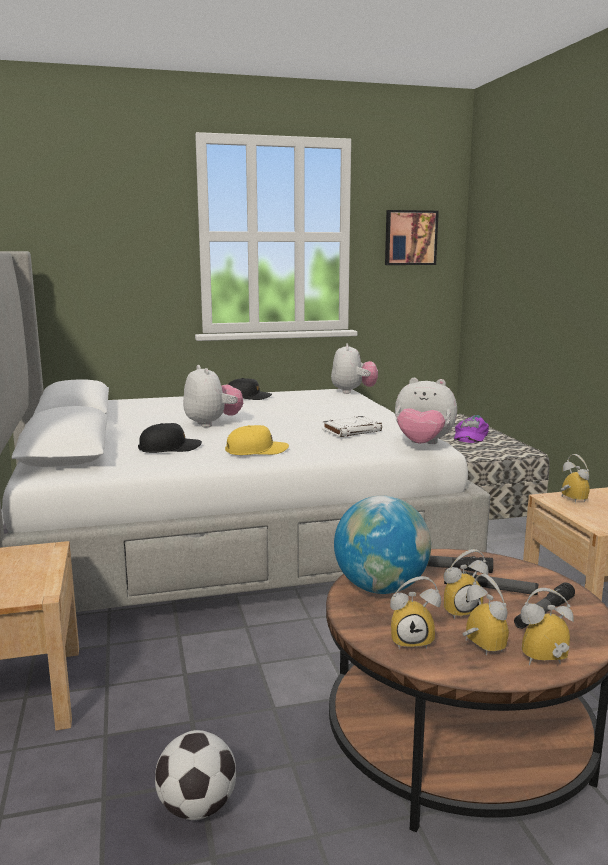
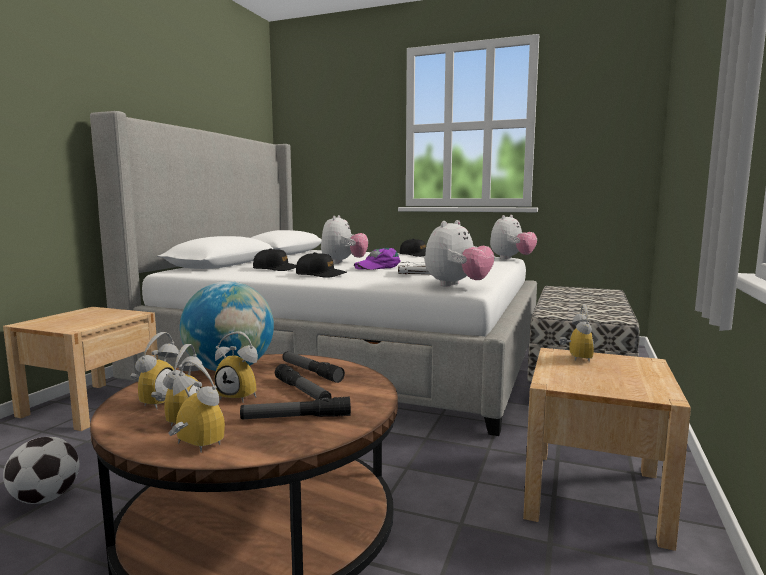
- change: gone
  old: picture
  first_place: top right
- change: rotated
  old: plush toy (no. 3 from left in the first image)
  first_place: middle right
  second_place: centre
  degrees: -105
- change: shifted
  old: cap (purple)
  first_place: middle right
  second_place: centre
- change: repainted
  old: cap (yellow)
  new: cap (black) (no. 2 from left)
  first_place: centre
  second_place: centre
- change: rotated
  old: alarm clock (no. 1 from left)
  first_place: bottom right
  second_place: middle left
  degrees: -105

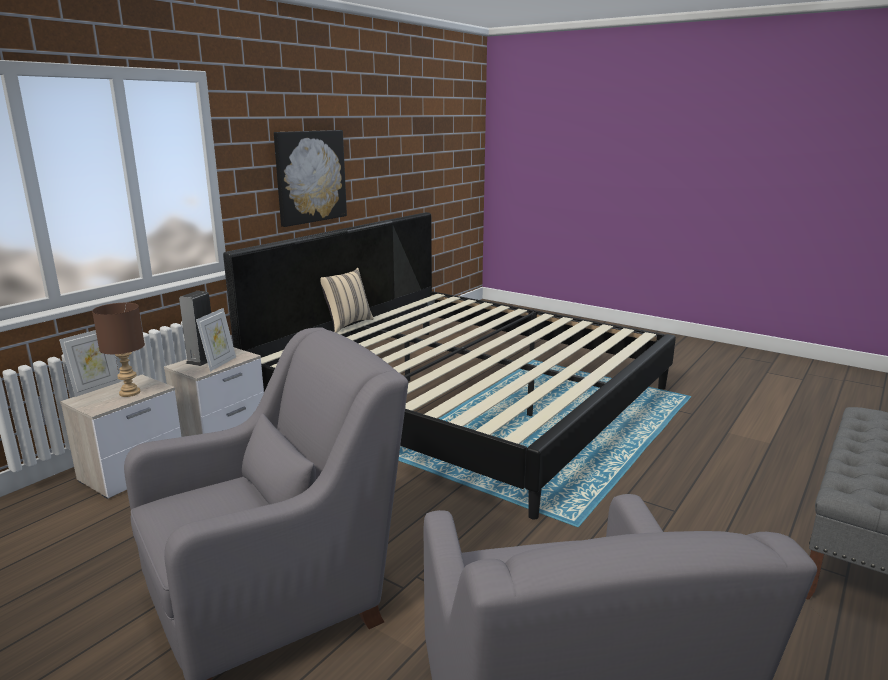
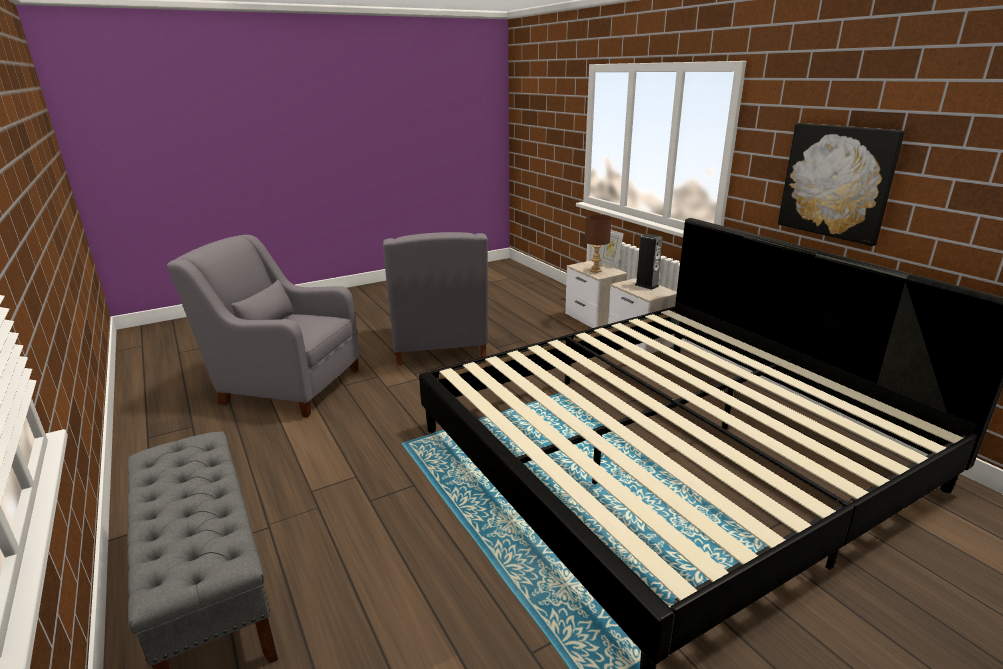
- change: gone
  old: pillow (beige)
  first_place: centre
- change: gone
  old: picture frame (no. 2 from left)
  first_place: middle left

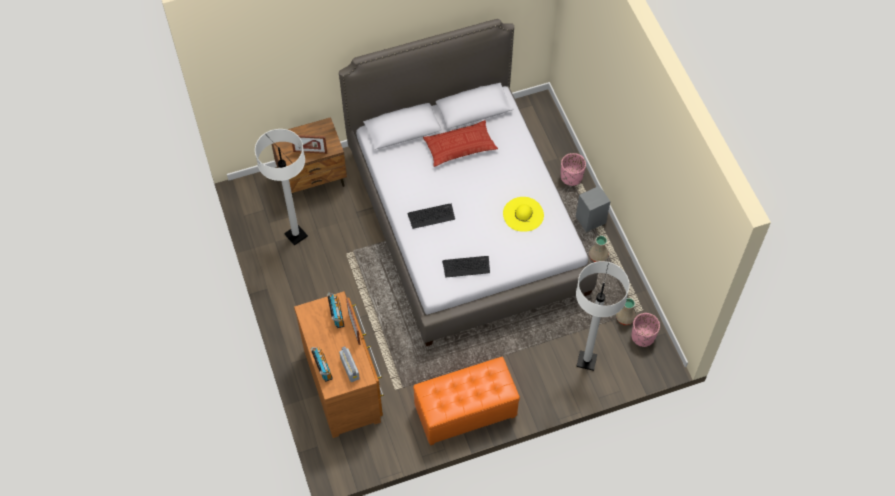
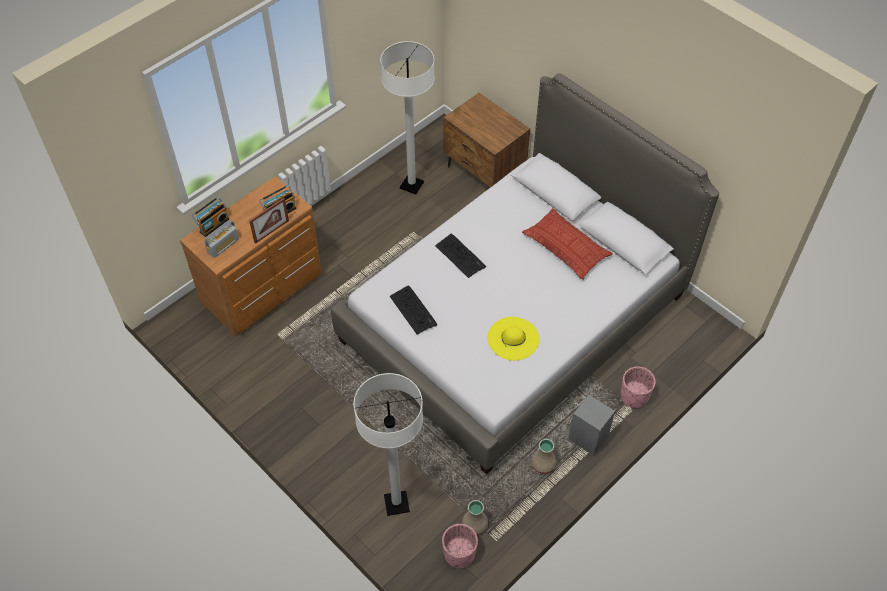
- change: gone
  old: picture frame (no. 1 from left)
  first_place: top centre
- change: gone
  old: ottoman (orange)
  first_place: bottom centre

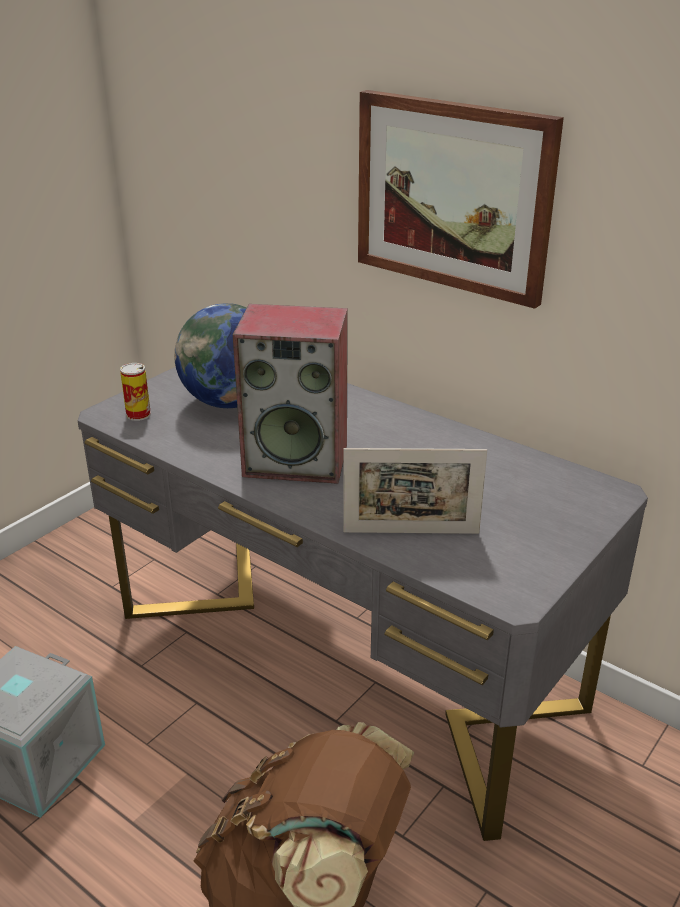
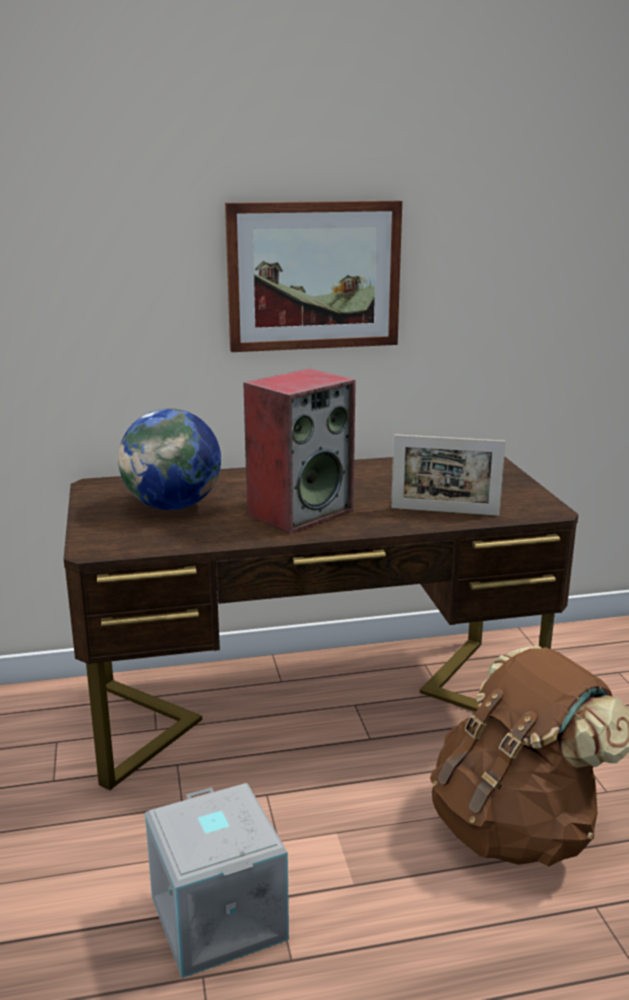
- change: gone
  old: can
  first_place: middle left
- change: repainted
  old: desk (grey)
  new: desk (brown)
  first_place: centre
  second_place: centre
- change: rotated
  old: picture frame
  first_place: centre
  second_place: middle right
  degrees: 60

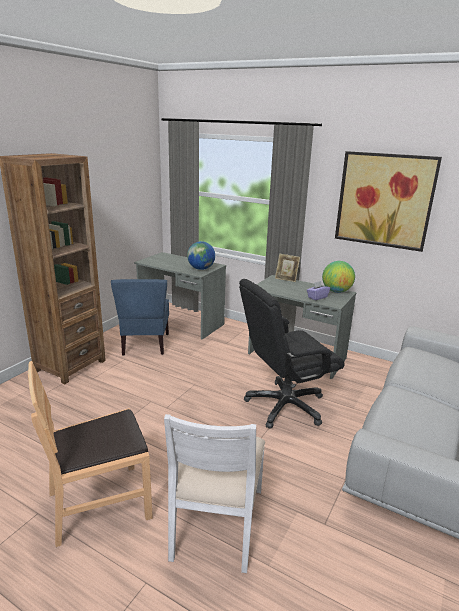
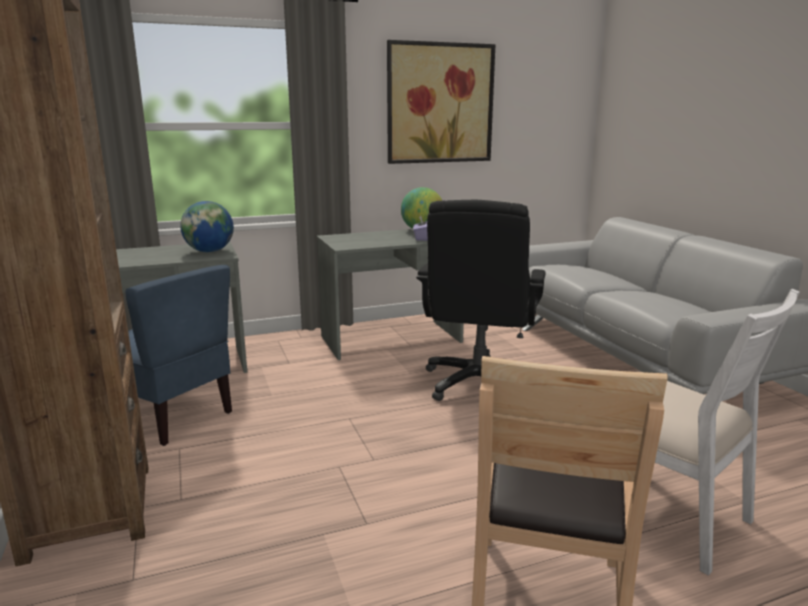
- change: gone
  old: picture frame
  first_place: centre

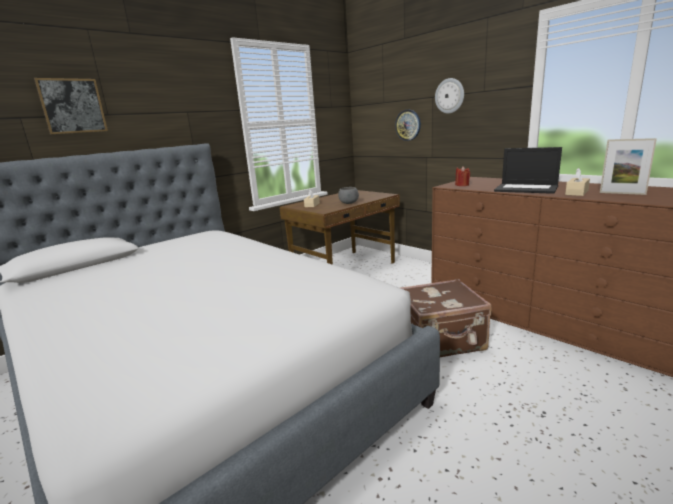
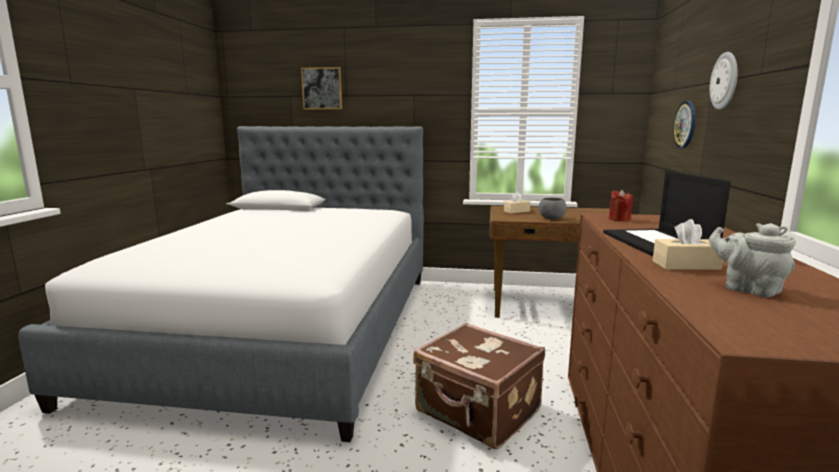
- change: swapped
  old: picture frame
  new: teapot (grey)
  first_place: top right
  second_place: middle right

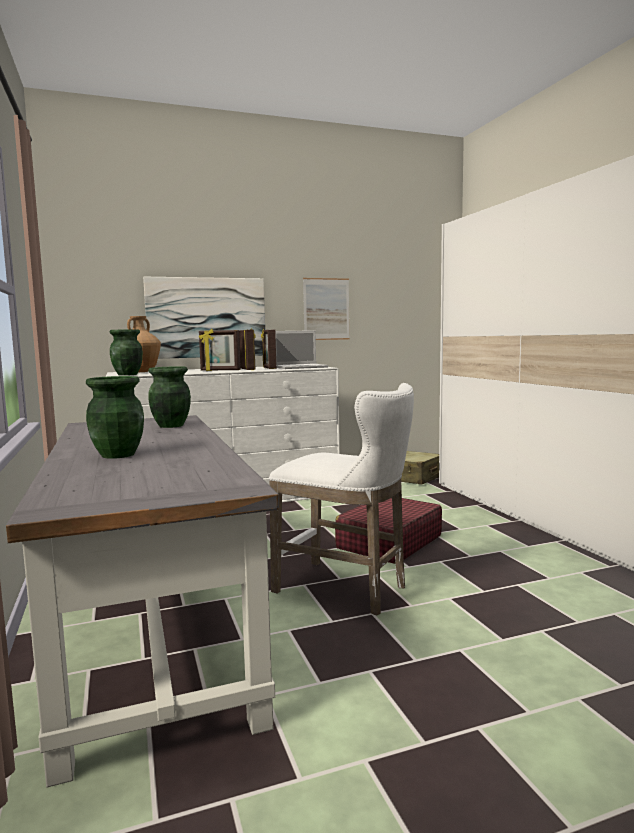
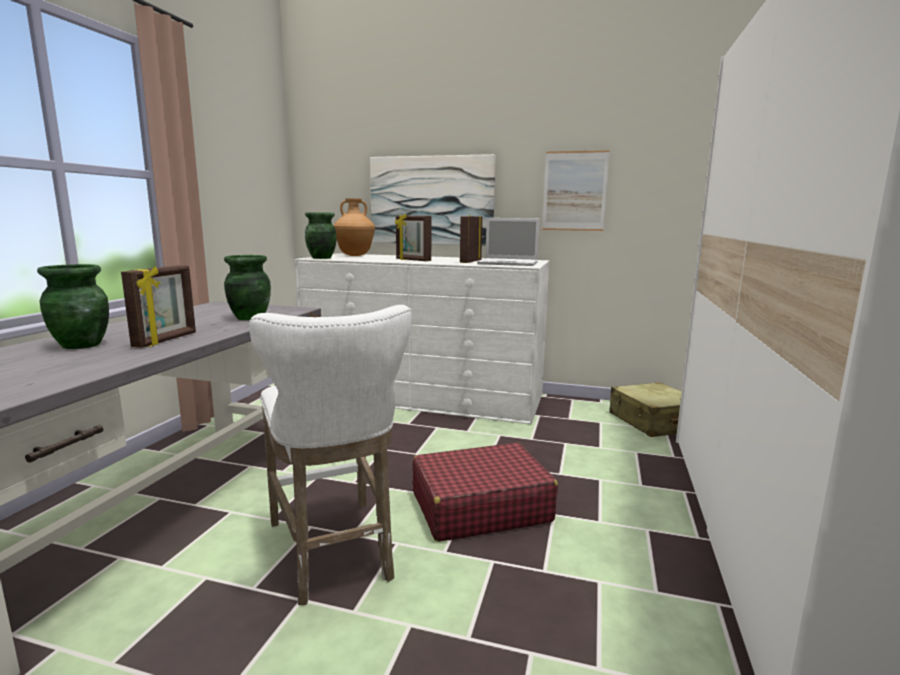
- change: shifted
  old: picture frame (no. 2 from left in the first image)
  new: picture frame (no. 1 from left)
  first_place: centre
  second_place: middle left

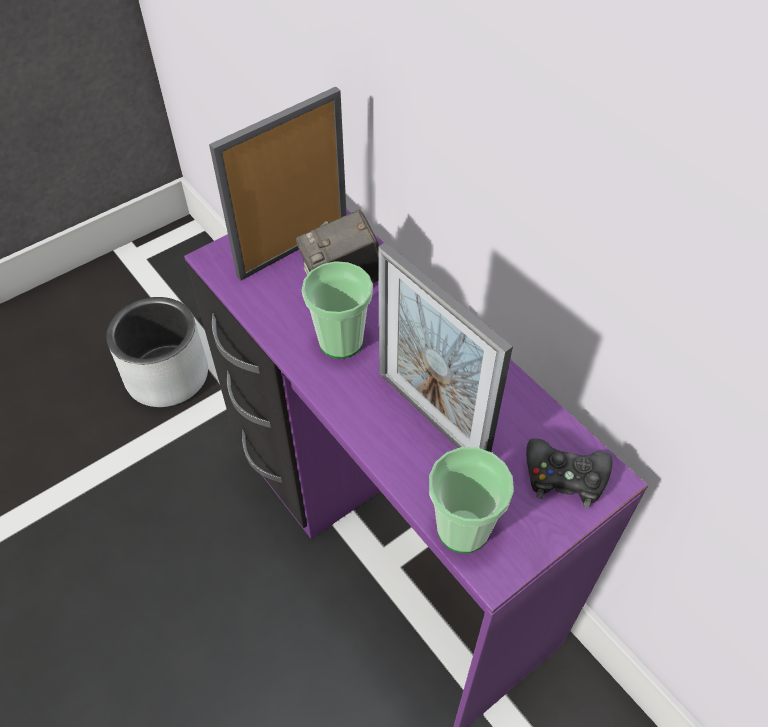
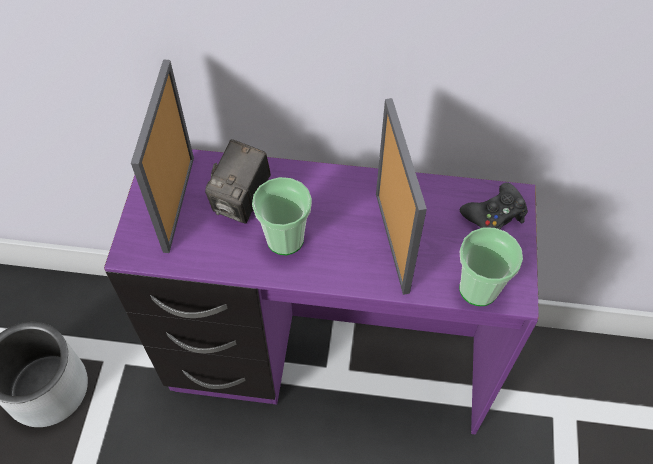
- change: rotated
  old: picture frame (no. 2 from left)
  first_place: centre
  second_place: centre
  degrees: -105

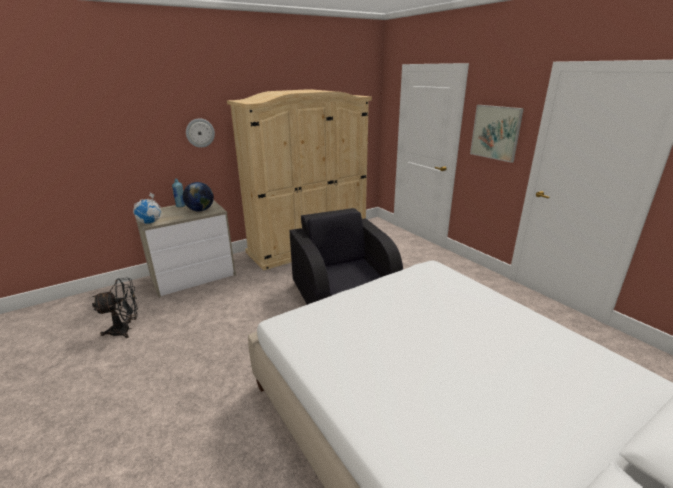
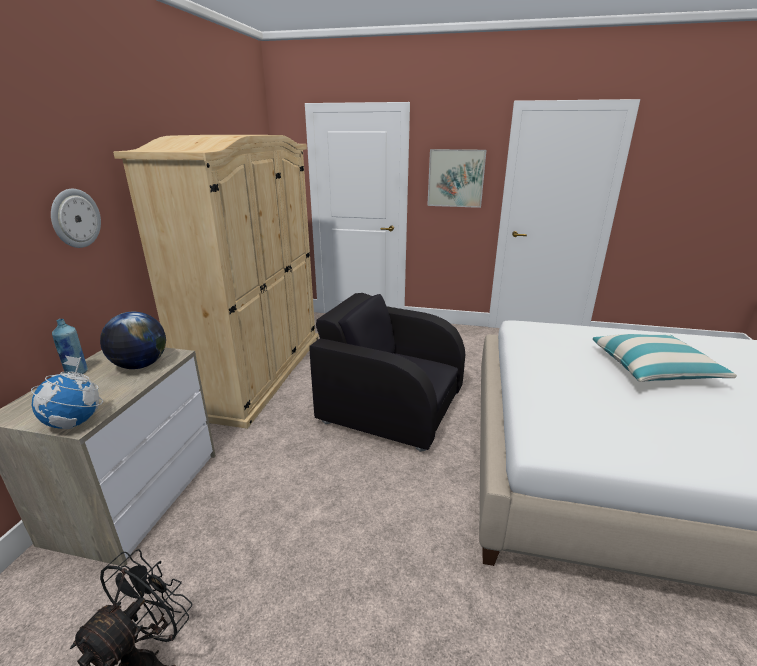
- change: new
  new: pillow
  second_place: middle right

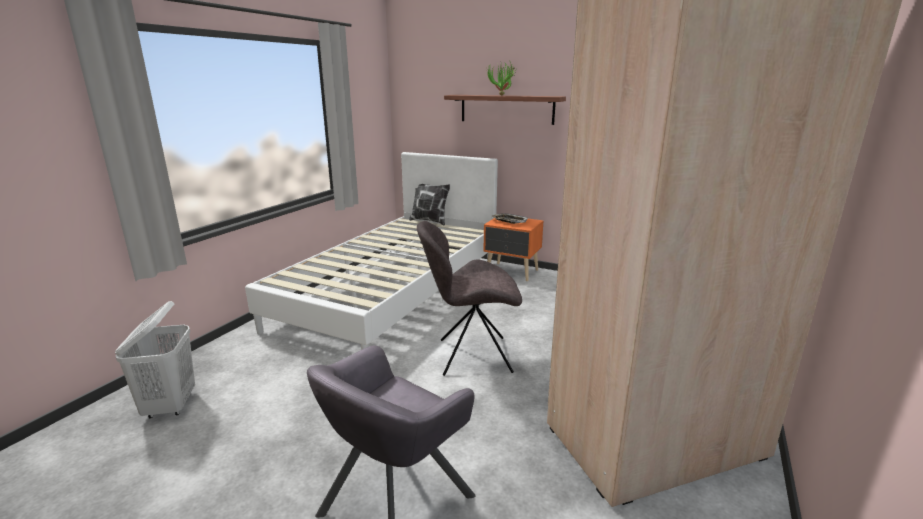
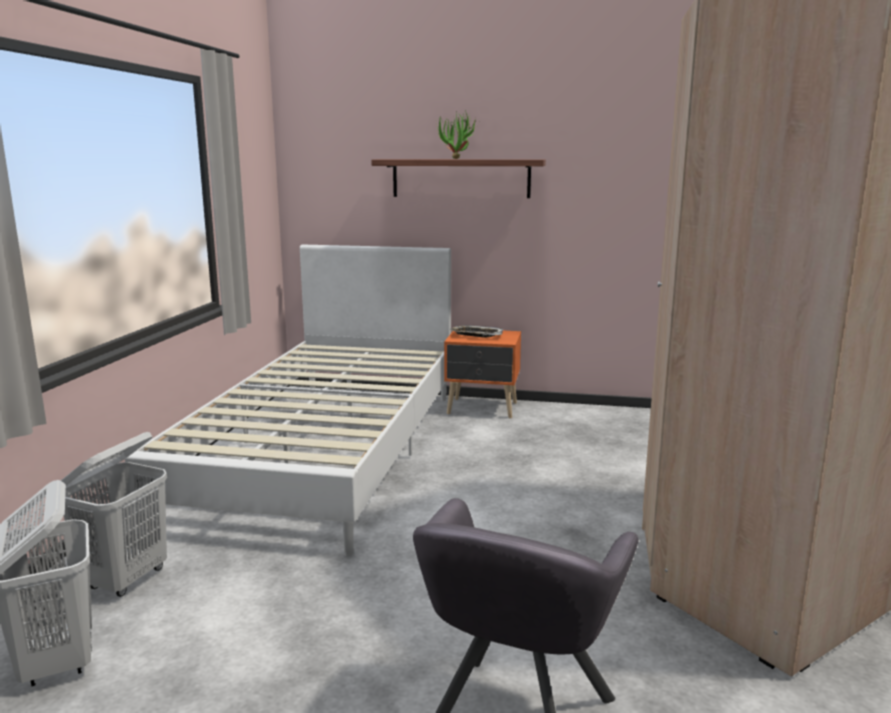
- change: gone
  old: pillow
  first_place: centre
- change: gone
  old: chair (grey)
  first_place: centre
- change: new
  new: laundry basket (white) (no. 2 from left)
  second_place: bottom left

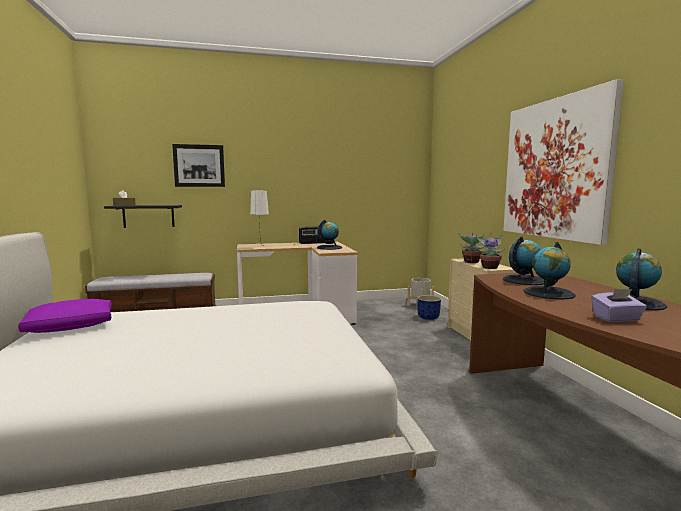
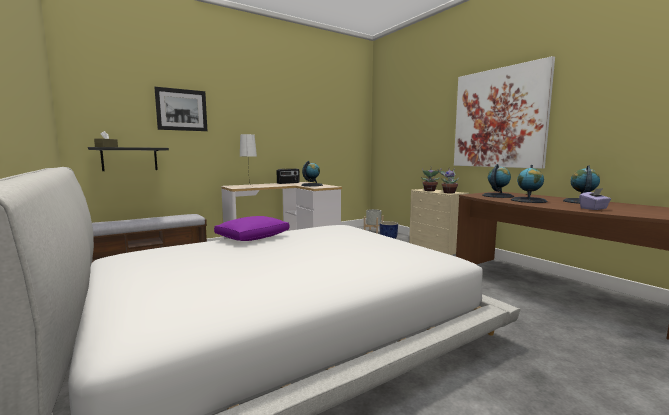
- change: shifted
  old: pillow (purple)
  first_place: middle left
  second_place: centre

